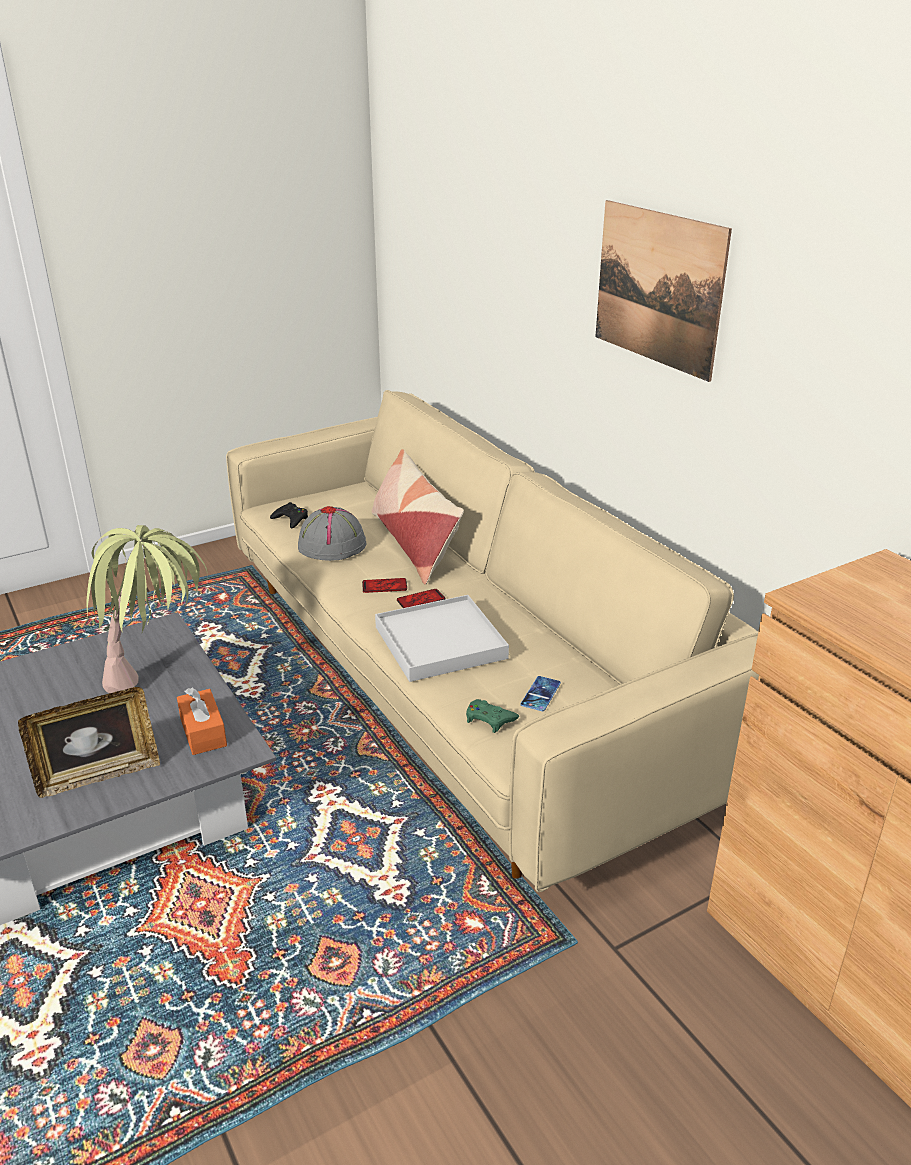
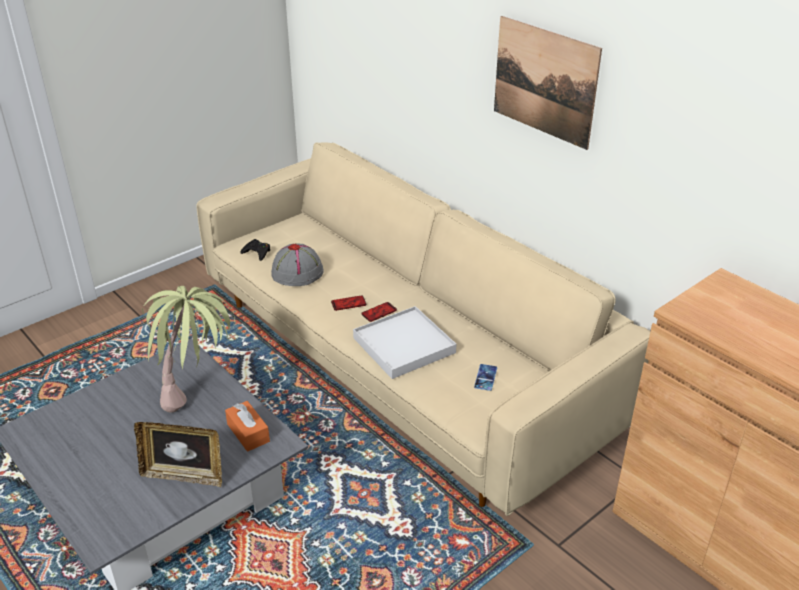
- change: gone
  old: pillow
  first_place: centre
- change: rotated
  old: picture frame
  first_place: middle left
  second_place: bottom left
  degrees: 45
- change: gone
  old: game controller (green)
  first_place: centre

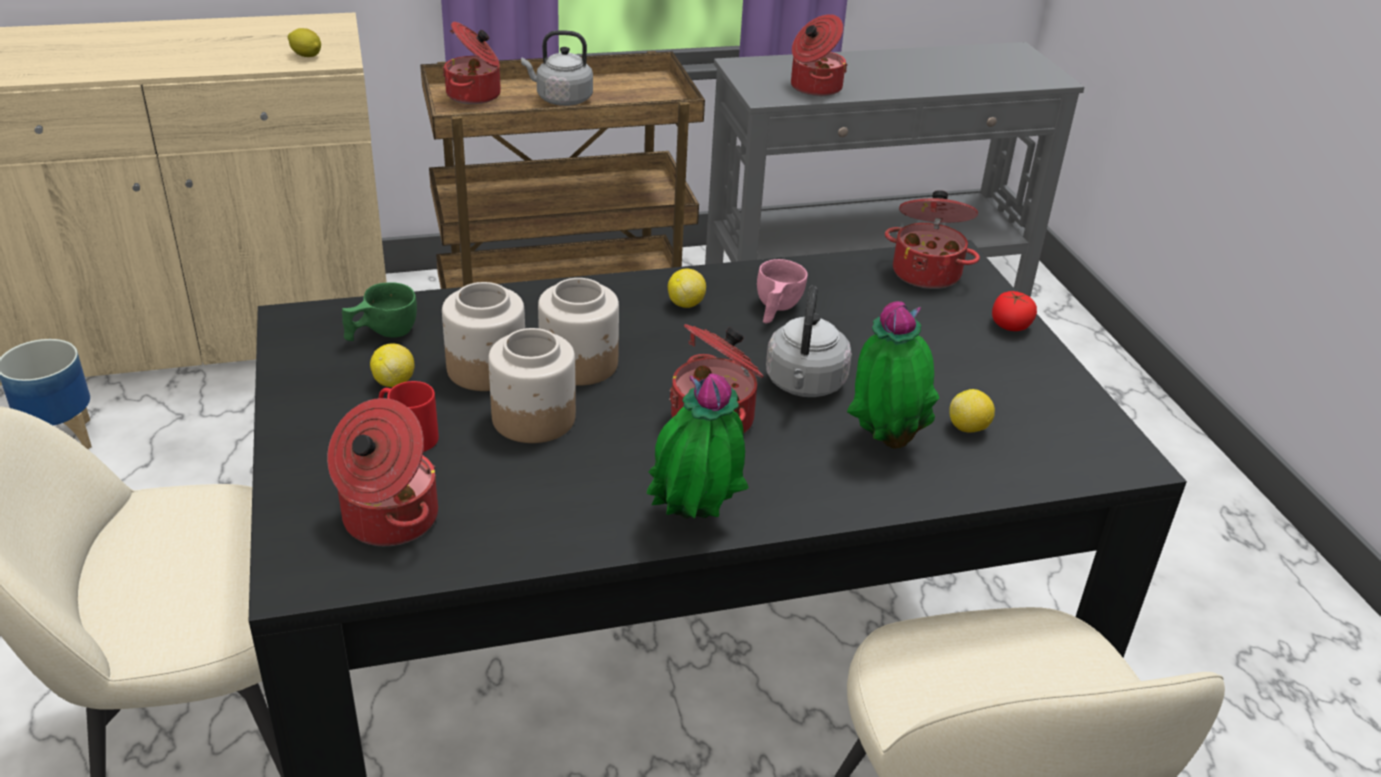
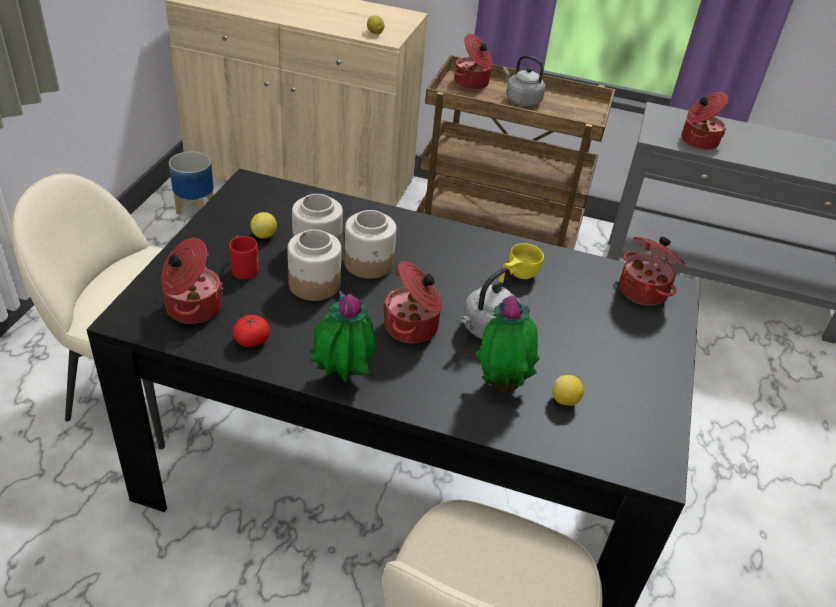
- change: repainted
  old: cup (pink)
  new: cup (yellow)
  first_place: centre
  second_place: centre
- change: gone
  old: lemon (no. 3 from left)
  first_place: centre
- change: gone
  old: cup (green)
  first_place: middle left
- change: shifted
  old: tomato
  first_place: middle right
  second_place: middle left

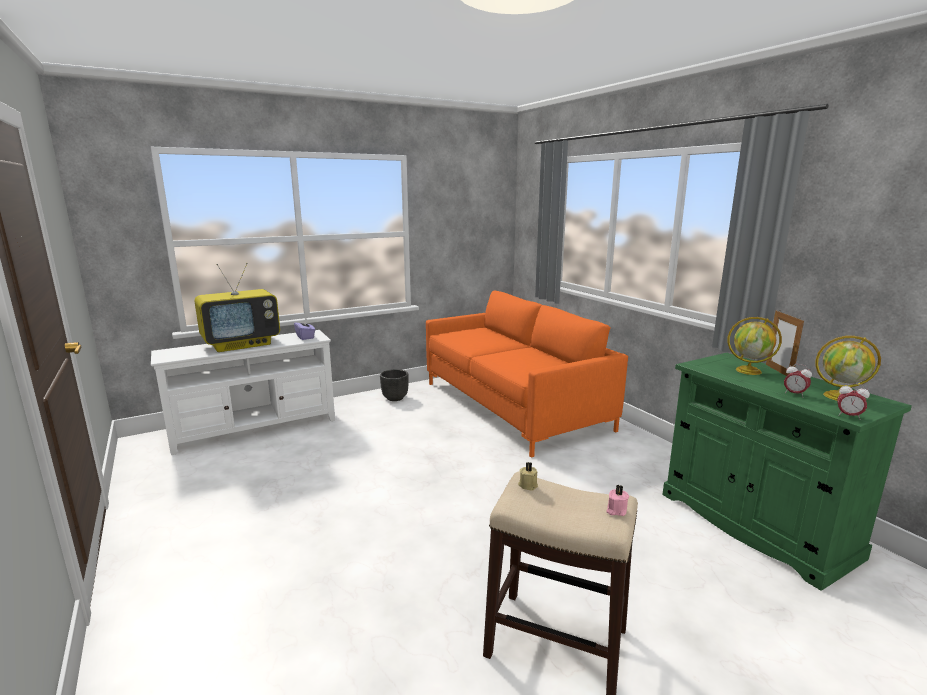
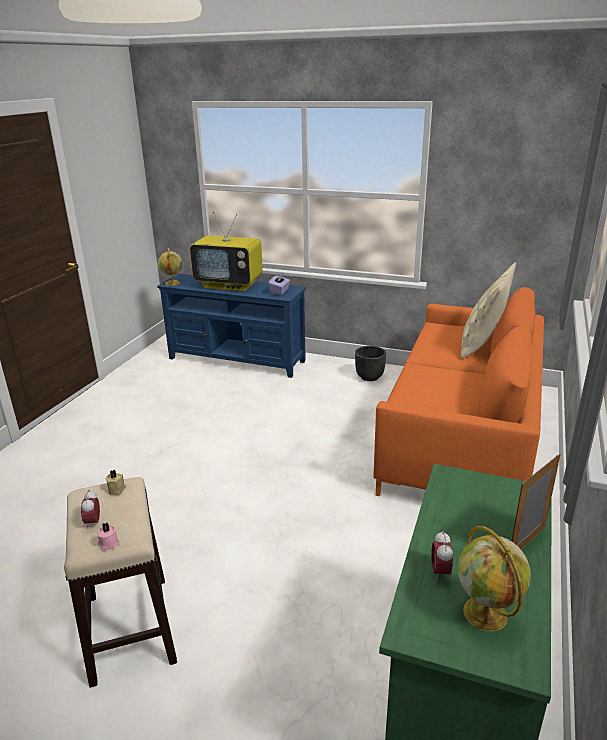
- change: shifted
  old: globe (no. 1 from left)
  first_place: middle right
  second_place: middle left
- change: repainted
  old: tv stand (white)
  new: tv stand (blue)
  first_place: middle left
  second_place: centre
- change: shifted
  old: alarm clock (no. 2 from left in the first image)
  new: alarm clock (no. 1 from left)
  first_place: middle right
  second_place: bottom left
- change: new
  new: pillow (beige)
  second_place: middle right

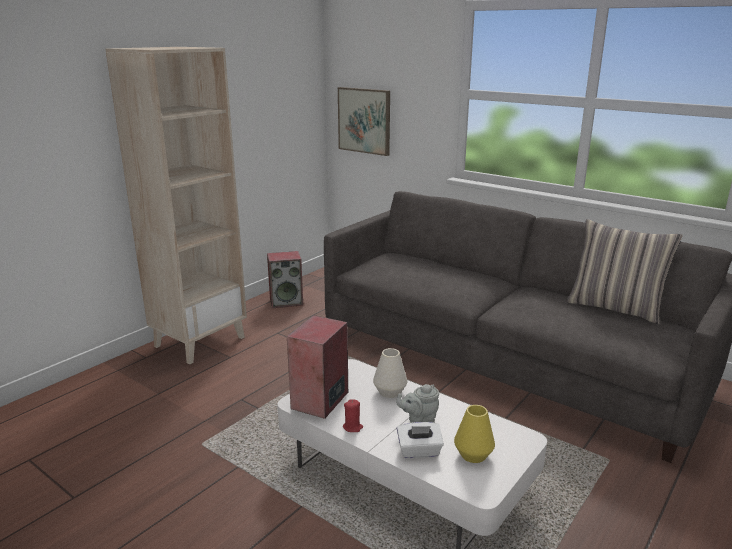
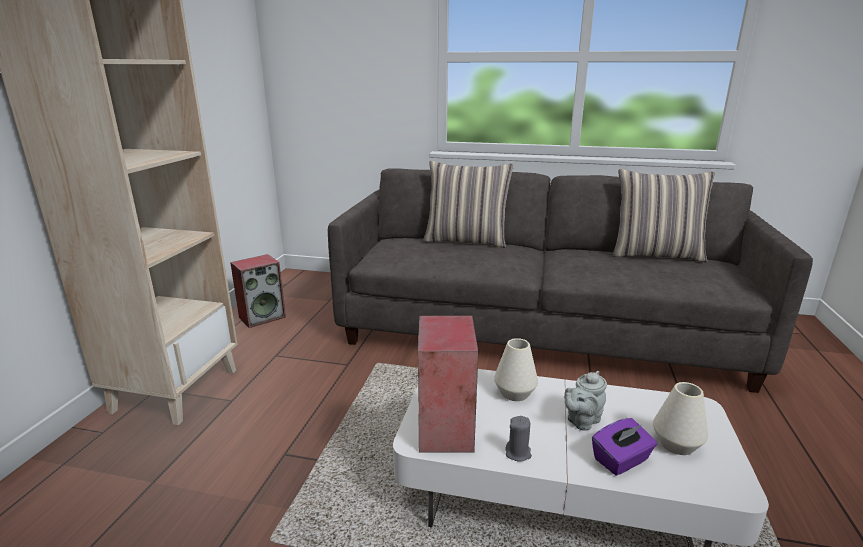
- change: gone
  old: picture
  first_place: top centre
- change: repainted
  old: candle (red)
  new: candle (grey)
  first_place: bottom centre
  second_place: bottom centre
- change: repainted
  old: vase (yellow)
  new: vase (white) (no. 2 from left)
  first_place: bottom centre
  second_place: bottom right
- change: repainted
  old: tissue box (white)
  new: tissue box (purple)
  first_place: bottom centre
  second_place: bottom right
- change: new
  new: pillow (no. 1 from left)
  second_place: centre

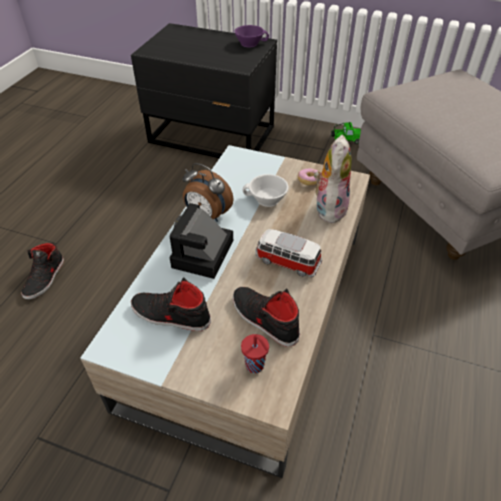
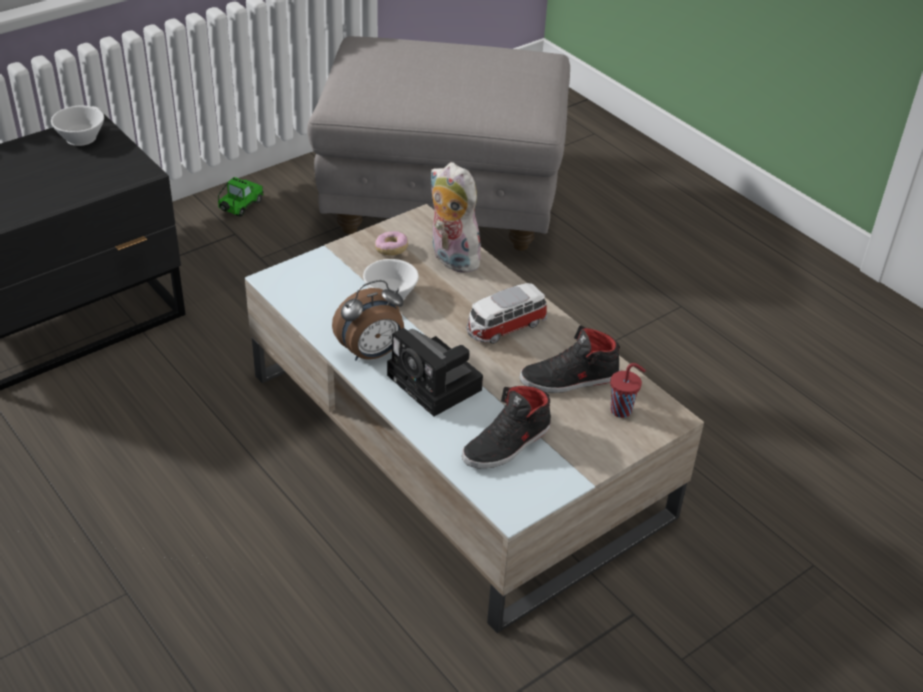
- change: repainted
  old: cup (purple)
  new: cup (white) (no. 1 from left)
  first_place: top centre
  second_place: top left
- change: gone
  old: shoe (black) (no. 1 from left)
  first_place: middle left

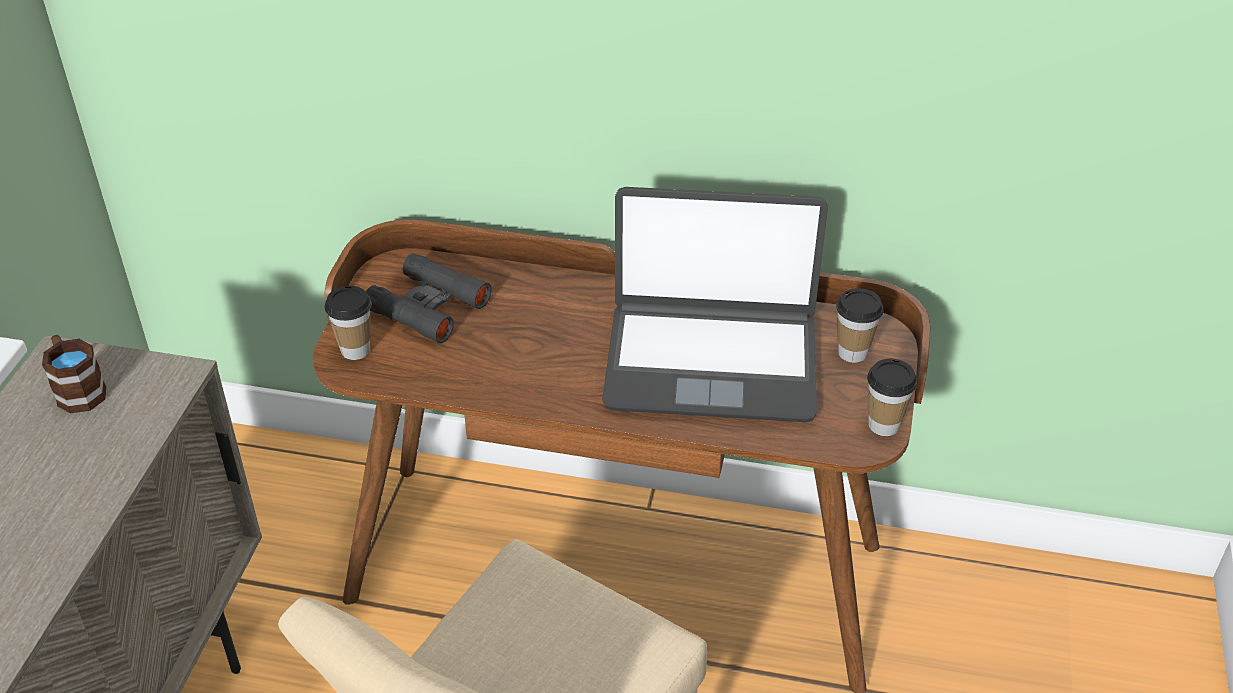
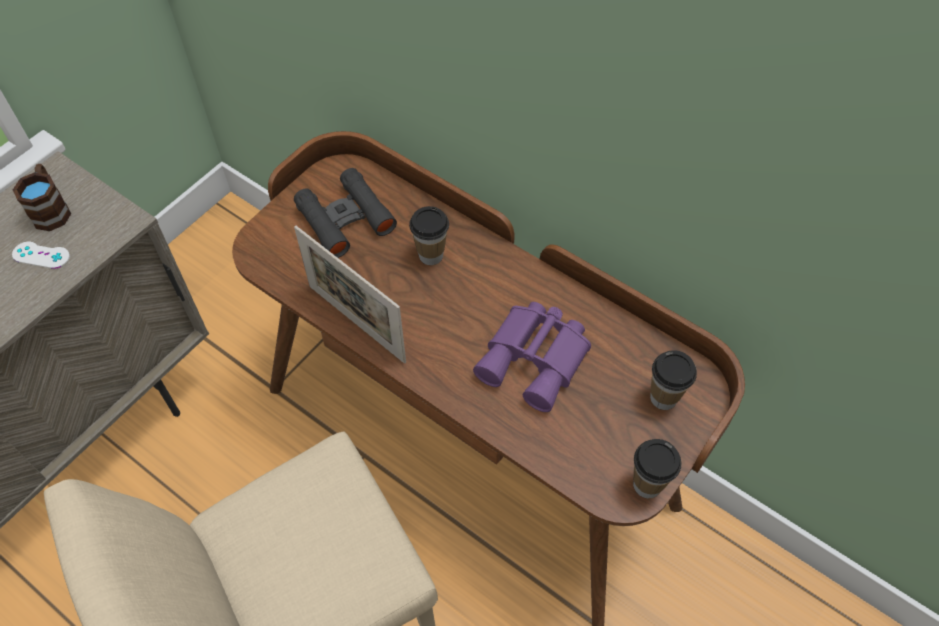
- change: swapped
  old: laptop
  new: binoculars (purple)
  first_place: centre
  second_place: centre
- change: shifted
  old: cup (no. 1 from left)
  first_place: middle left
  second_place: centre
- change: new
  new: picture frame
  second_place: centre
- change: new
  new: game controller (white)
  second_place: middle left

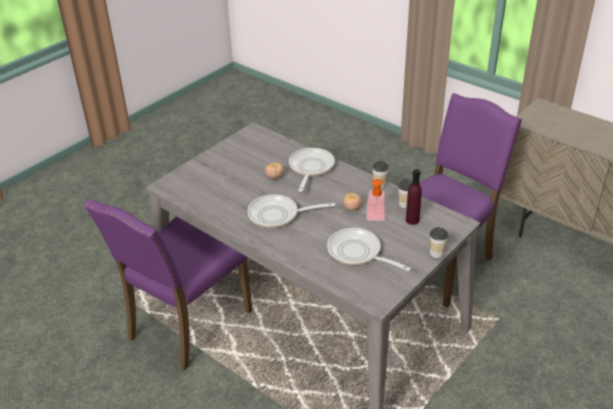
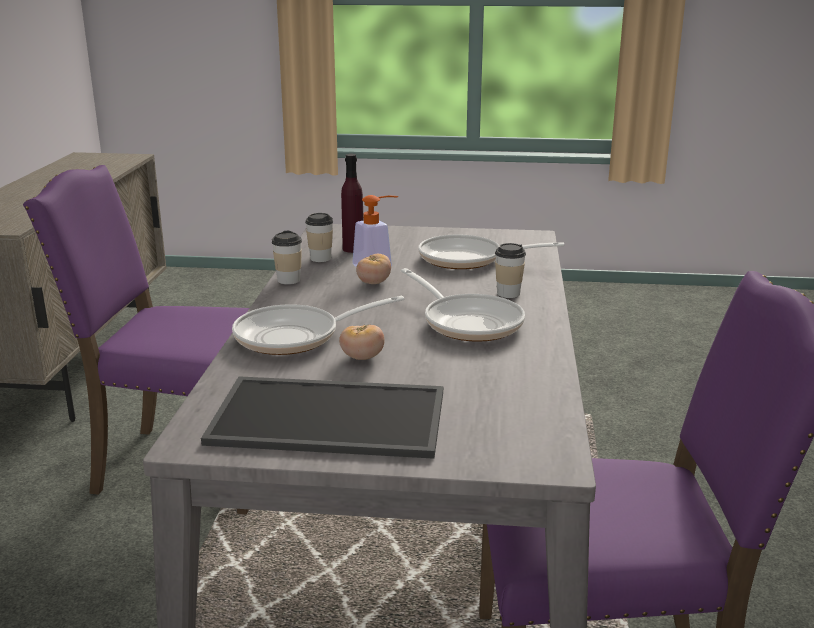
- change: shifted
  old: cup (no. 3 from left)
  first_place: middle right
  second_place: centre
- change: rotated
  old: frying pan (no. 3 from left)
  first_place: centre
  second_place: centre
  degrees: 90
- change: new
  new: tray
  second_place: centre

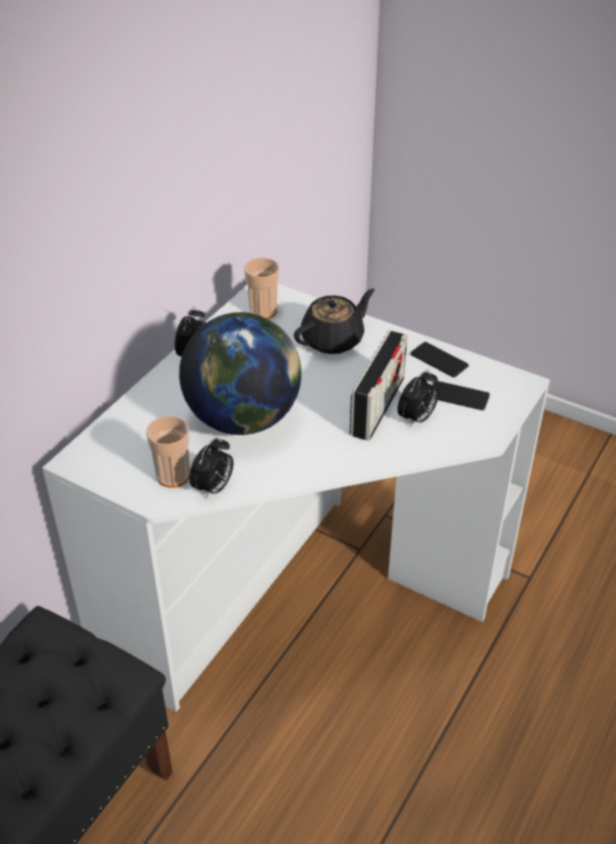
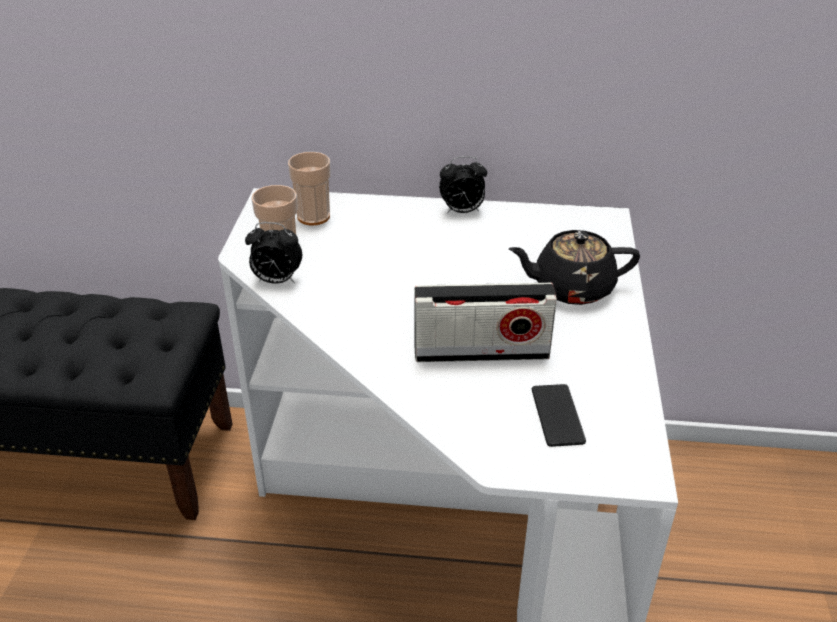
- change: shifted
  old: cup (no. 2 from left)
  first_place: centre
  second_place: top centre
- change: rotated
  old: teapot (black)
  first_place: centre
  second_place: middle right
  degrees: 150
- change: gone
  old: globe
  first_place: centre
- change: gone
  old: phone (no. 1 from left)
  first_place: middle right
- change: gone
  old: alarm clock (no. 3 from left)
  first_place: middle right

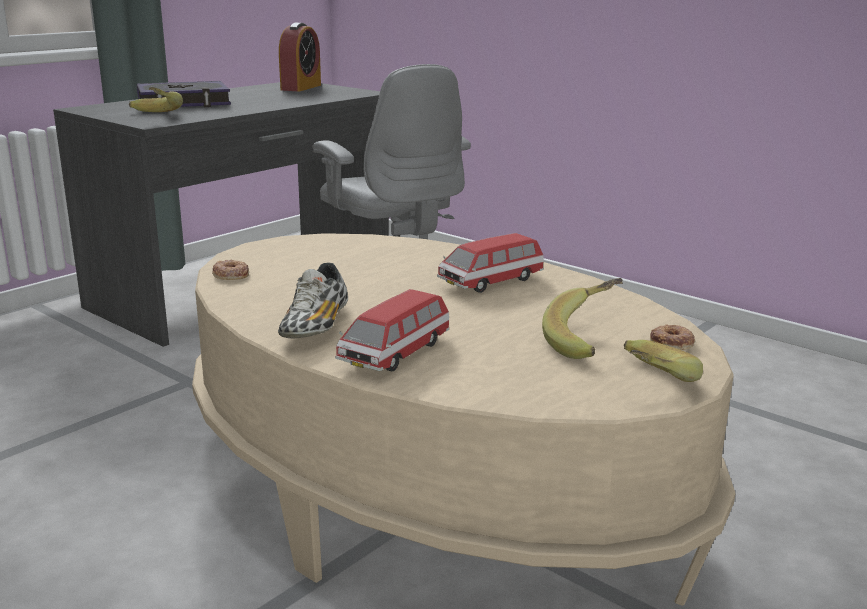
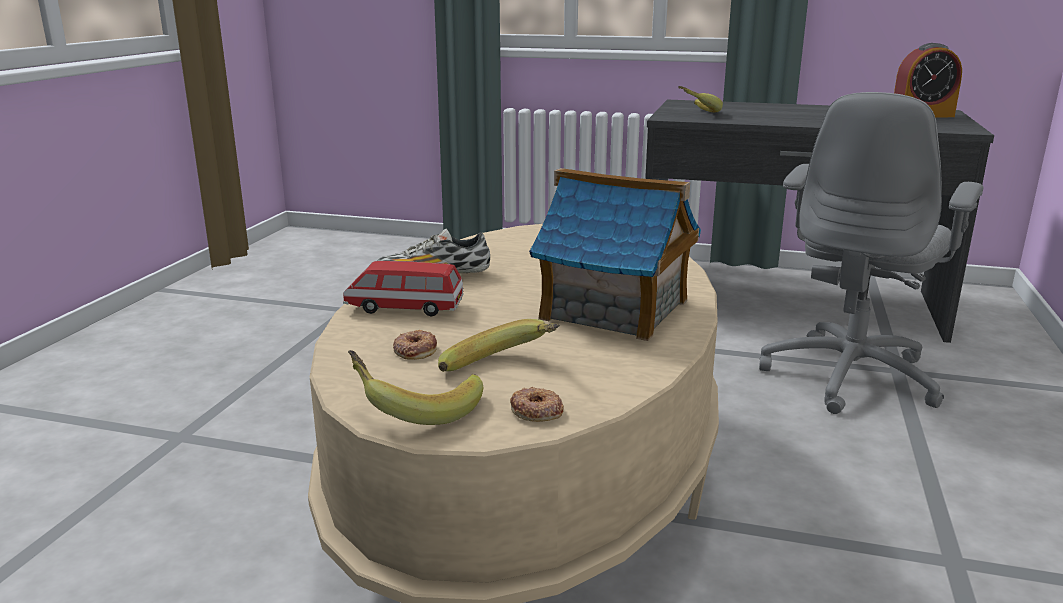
- change: gone
  old: book
  first_place: top left
- change: swapped
  old: toy car (no. 2 from left)
  new: toy house
  first_place: centre
  second_place: centre
- change: shifted
  old: donut (no. 1 from left)
  first_place: middle left
  second_place: centre

